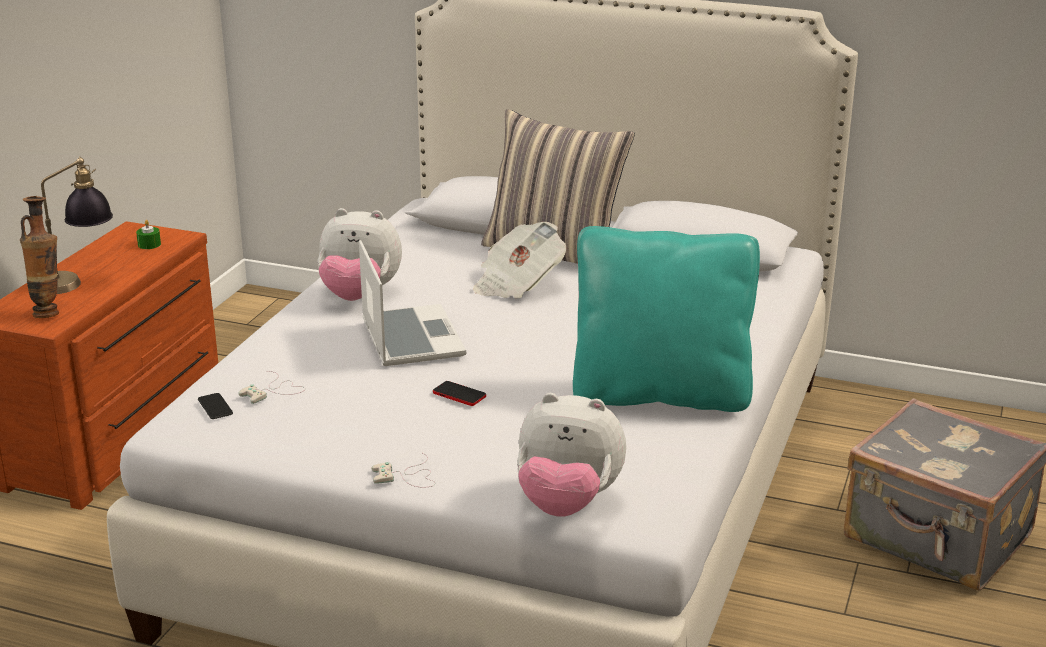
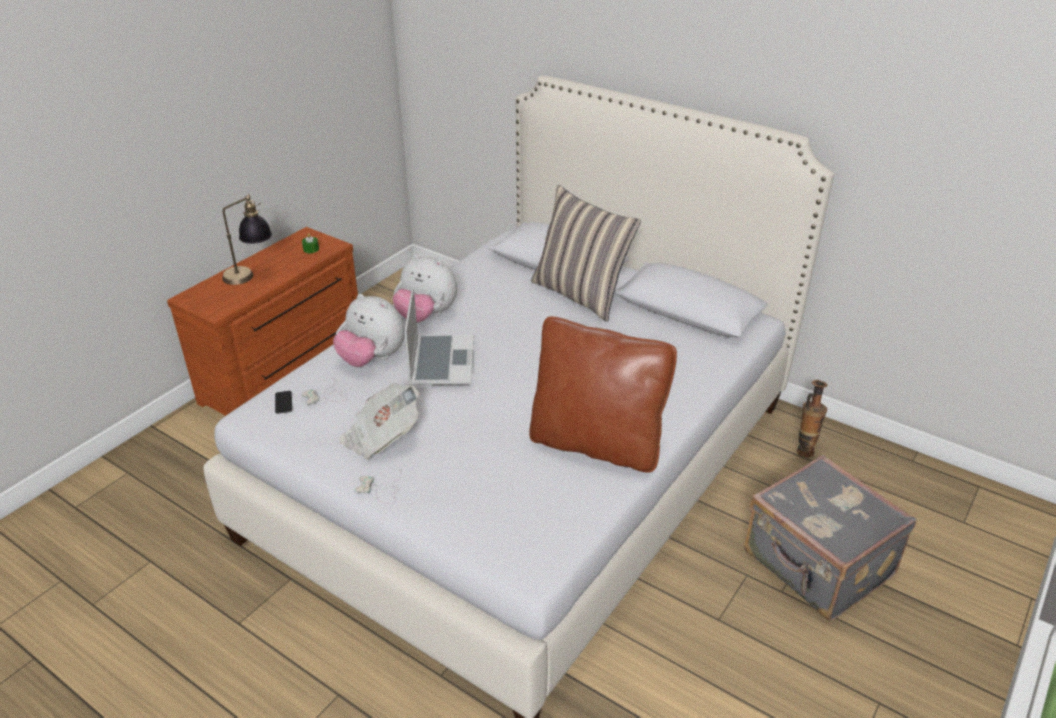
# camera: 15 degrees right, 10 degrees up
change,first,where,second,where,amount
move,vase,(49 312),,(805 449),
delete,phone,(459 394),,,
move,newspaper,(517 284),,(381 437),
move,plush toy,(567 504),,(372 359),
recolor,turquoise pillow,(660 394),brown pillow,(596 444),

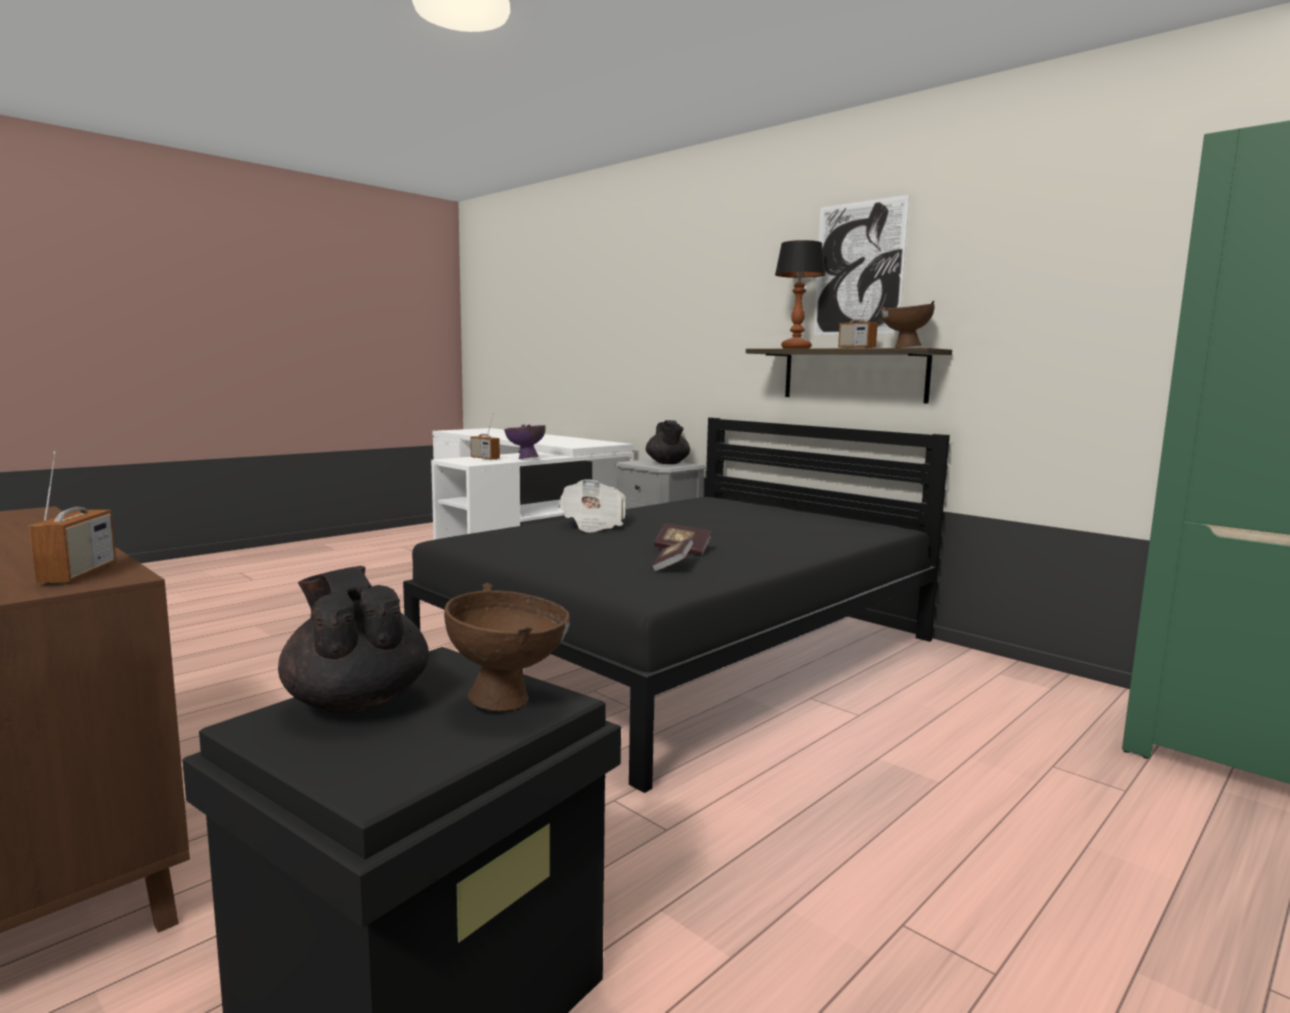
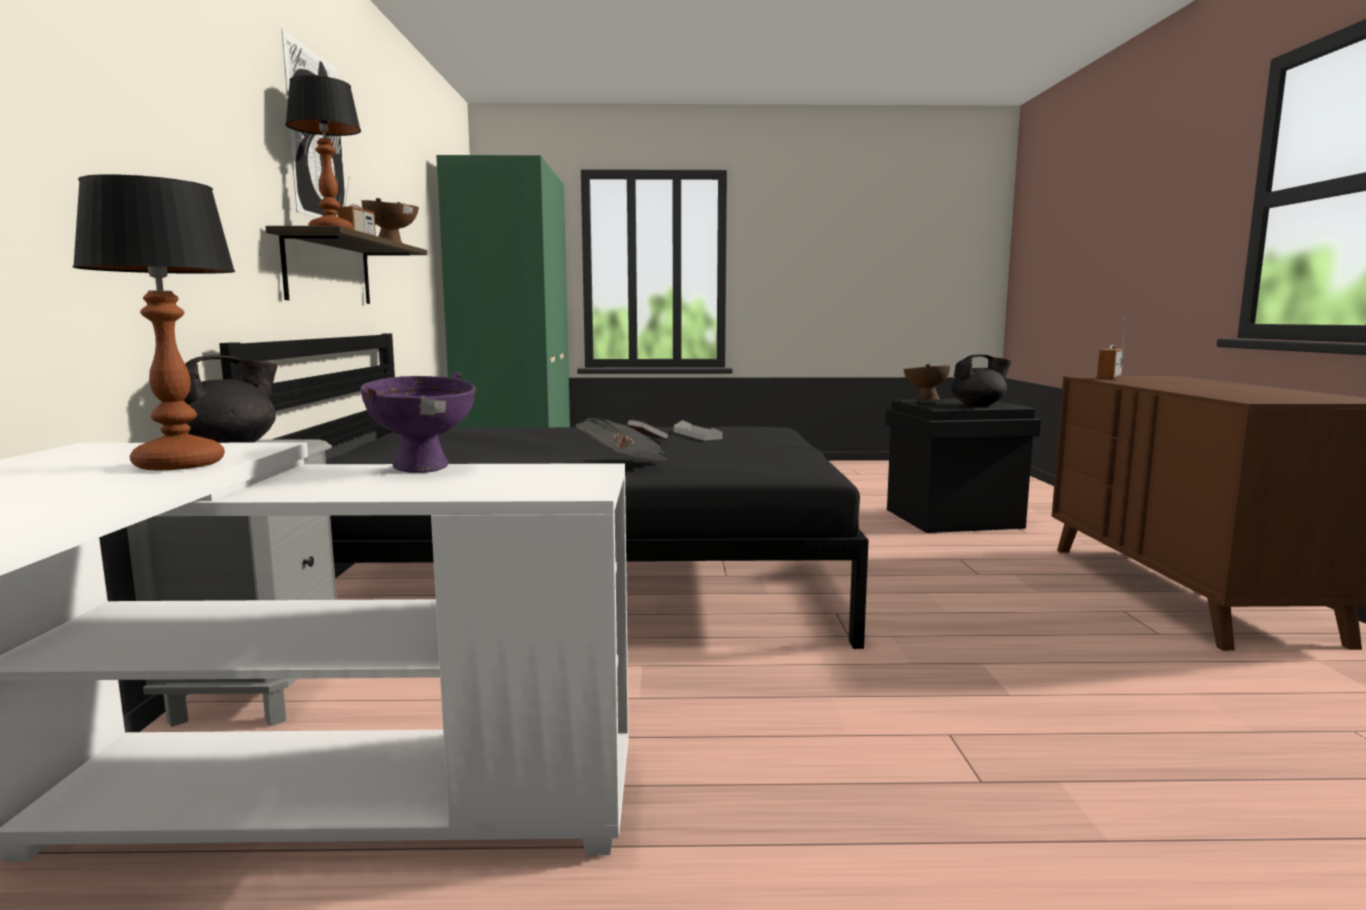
# camera: 135 degrees left, 0 degrees up
change,first,where,second,where,amount
rotate,black teapot,(356 701),,(978 405),105 degrees counterclockwise
delete,radio,(485 458),,,
replace,book,(672 566),grey tray,(697 435),
insert,,,table lamp,(180 464),

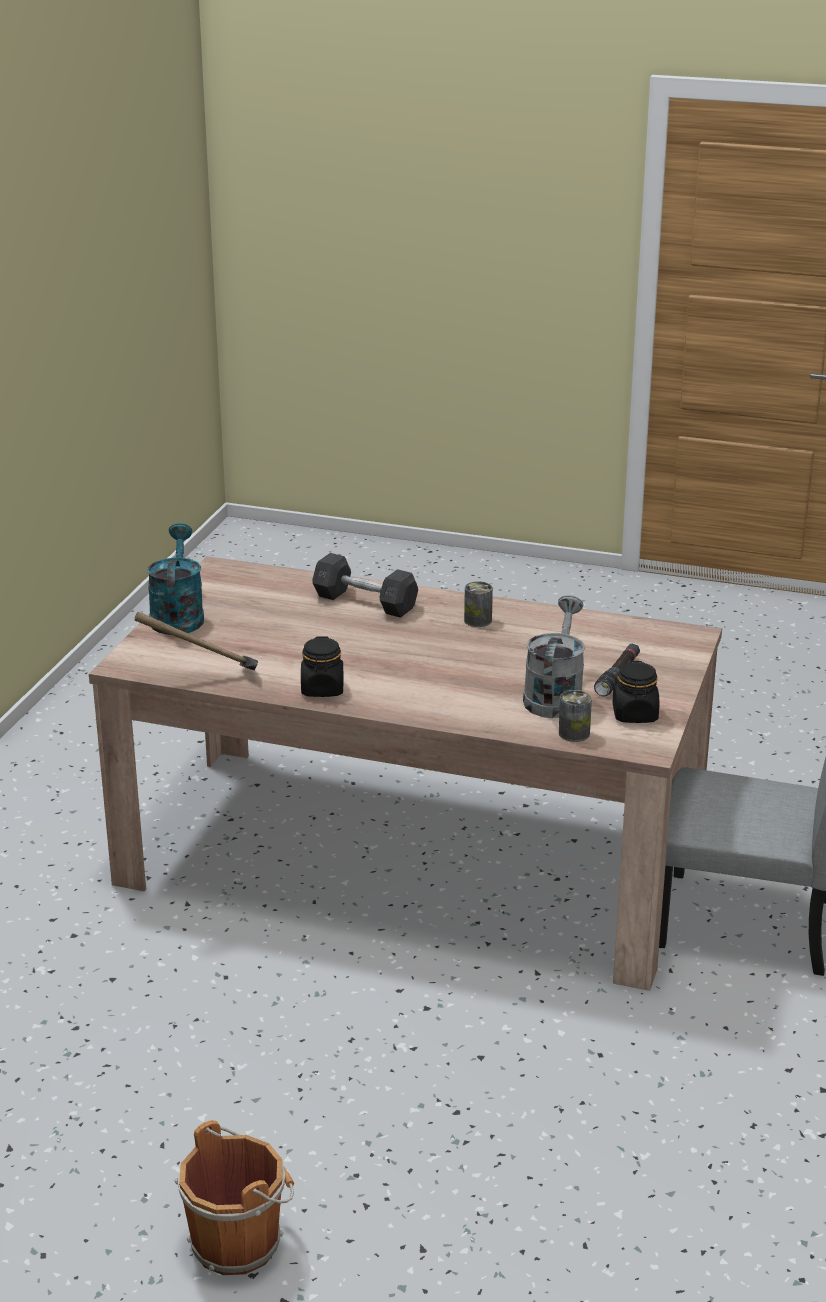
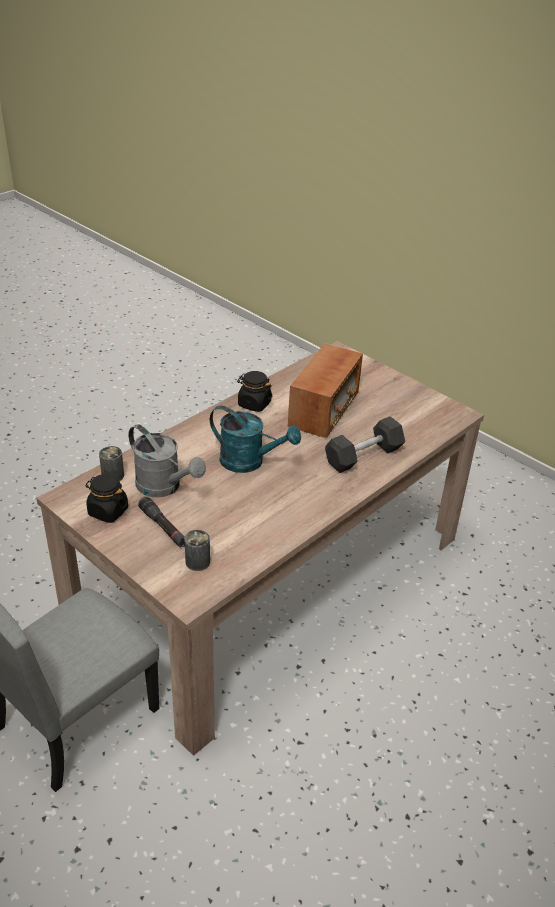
# camera: 115 degrees right, 10 degrees up
change,first,where,second,where,amount
delete,hammer,(205 678),,,
move,turquoise watering can,(177 616),,(249 462),
delete,brown bucket,(239 1240),,,
move,can,(478 620),,(197 562),
insert,,,radio,(324 410),

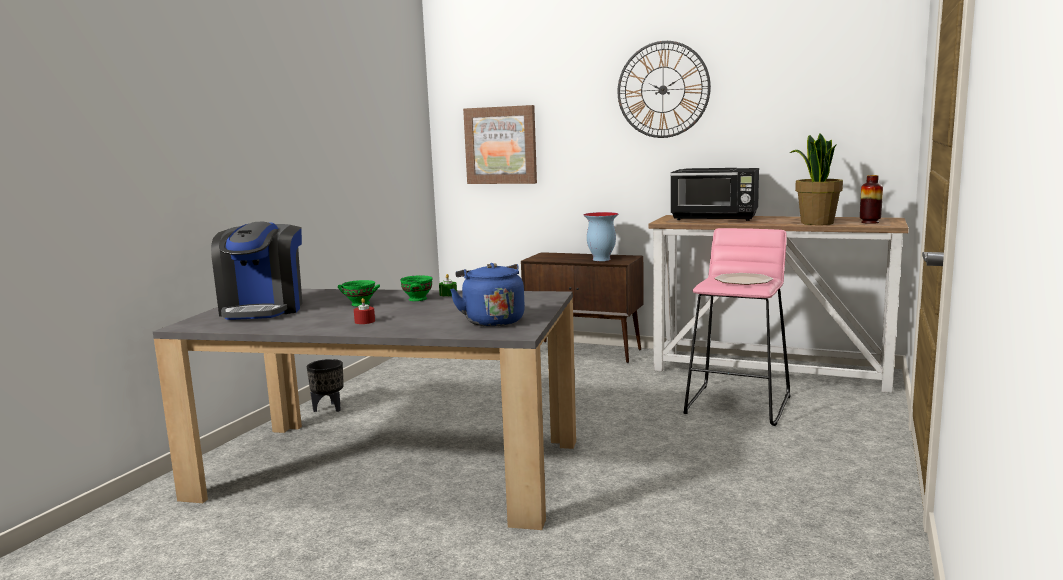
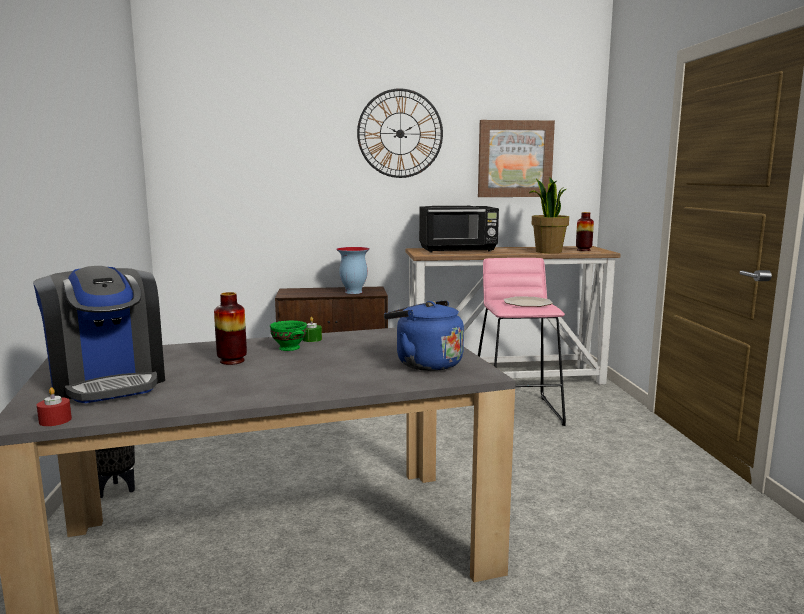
# camera: 30 degrees left, 0 degrees up
change,first,where,second,where,amount
replace,green bowl,(361 304),vase,(232 361),
move,red candle,(364 321),,(55 420),
move,picture,(501 145),,(515 159),

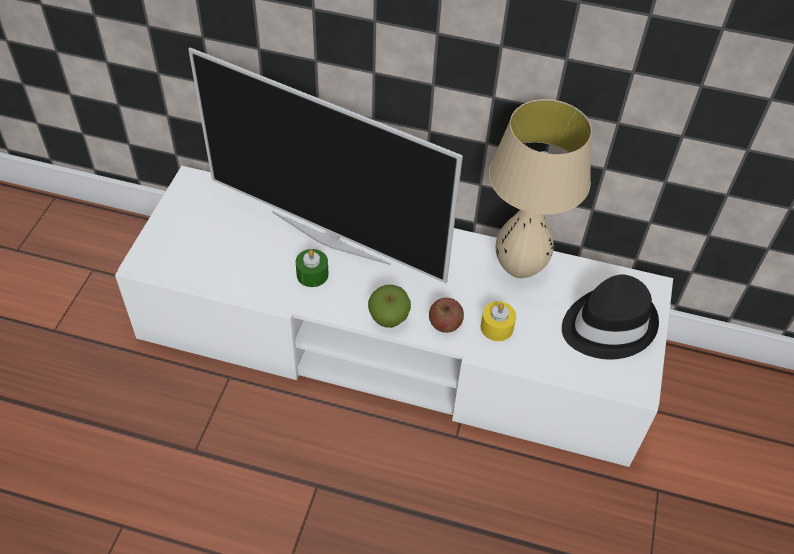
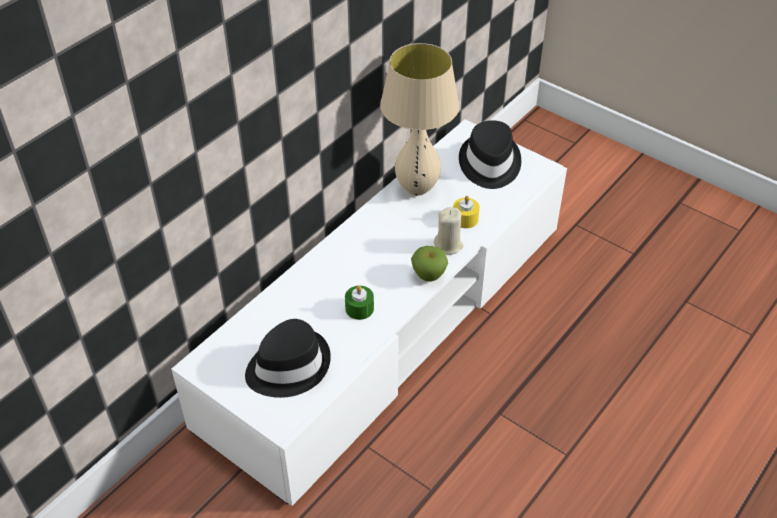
# camera: 65 degrees left, 5 degrees down
change,first,where,second,where,amount
delete,television,(331 236),,,
replace,apple,(445 324),beige candle,(448 245),
insert,,,black hat,(288 366),

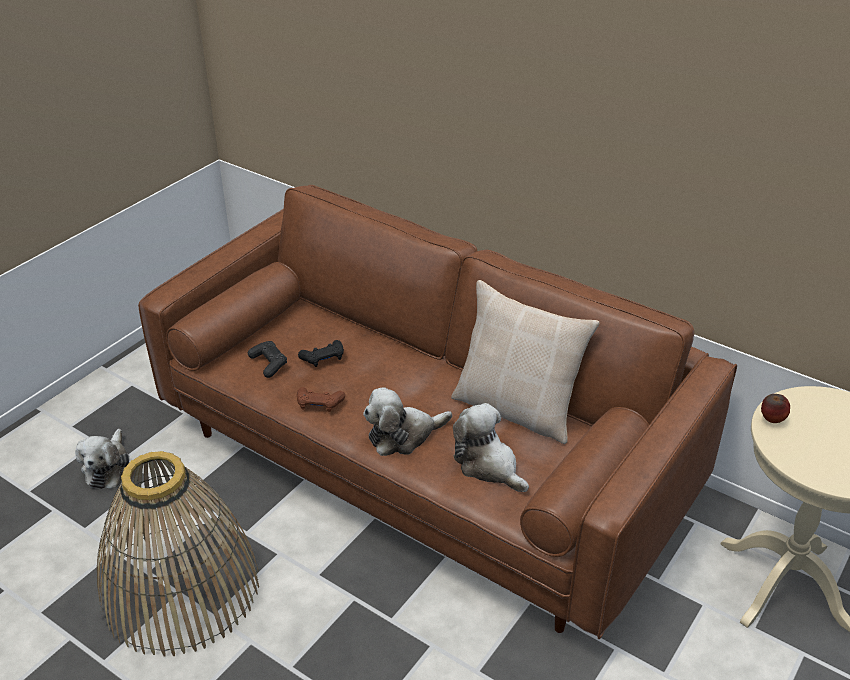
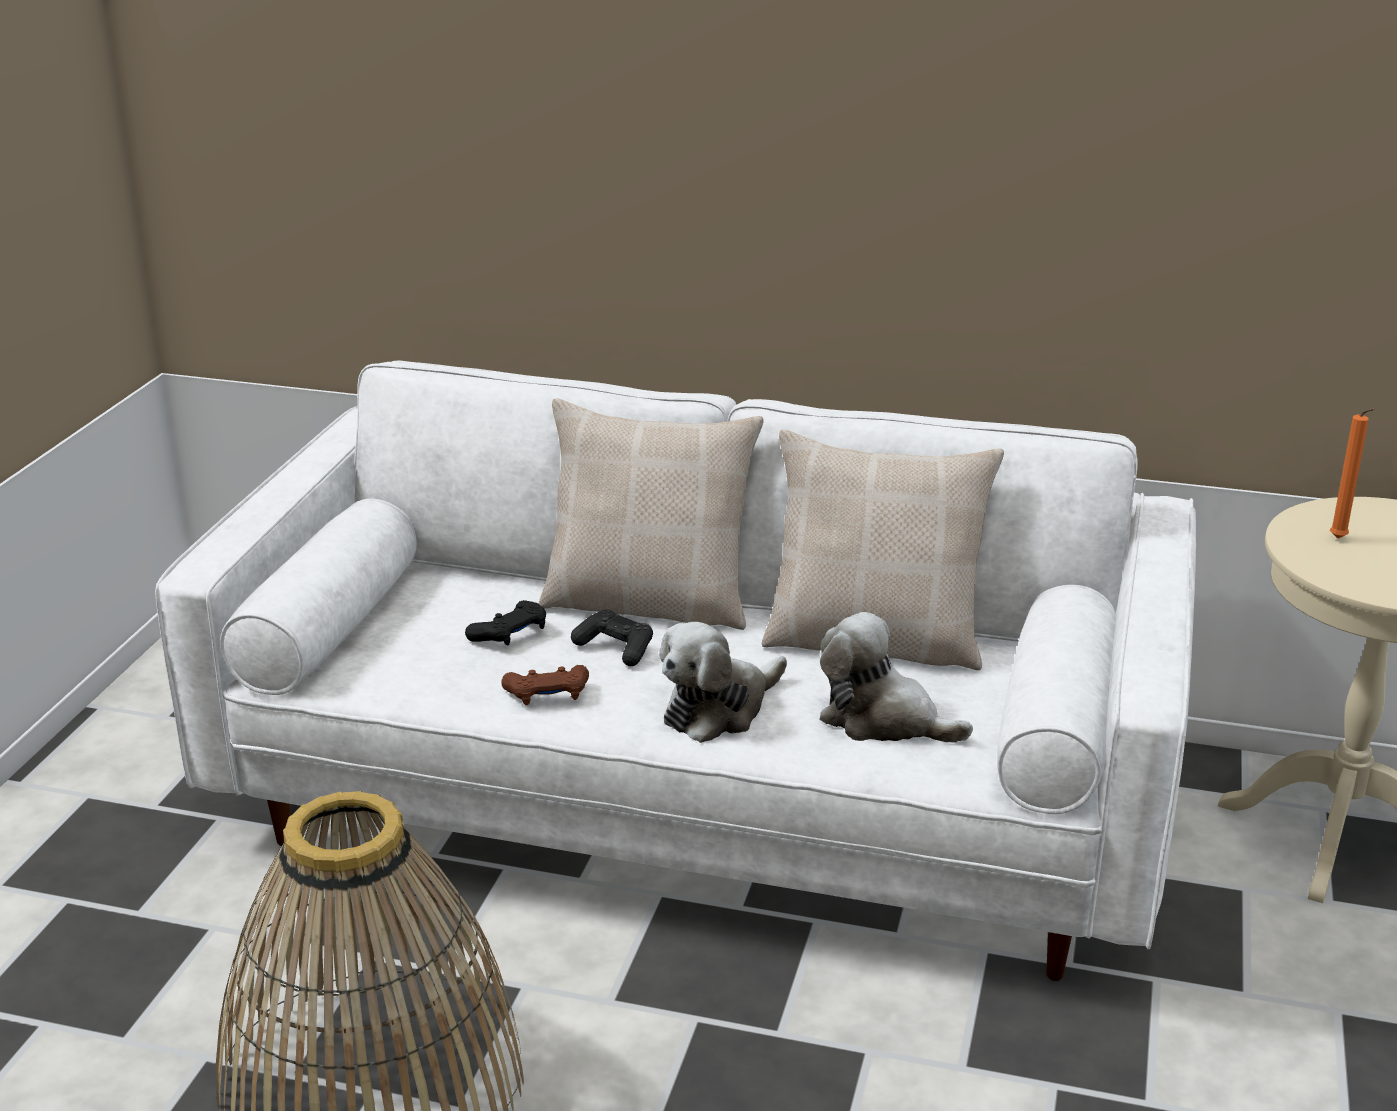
# camera: 20 degrees left, 10 degrees down
change,first,where,second,where,amount
delete,plush toy,(108 468),,,
recolor,brown sofa,(424 462),white sofa,(698 799),
move,black game controller,(269 363),,(615 648),
delete,apple,(771 420),,,
insert,,,beige pillow,(649 603),
insert,,,orange candle,(1339 539),

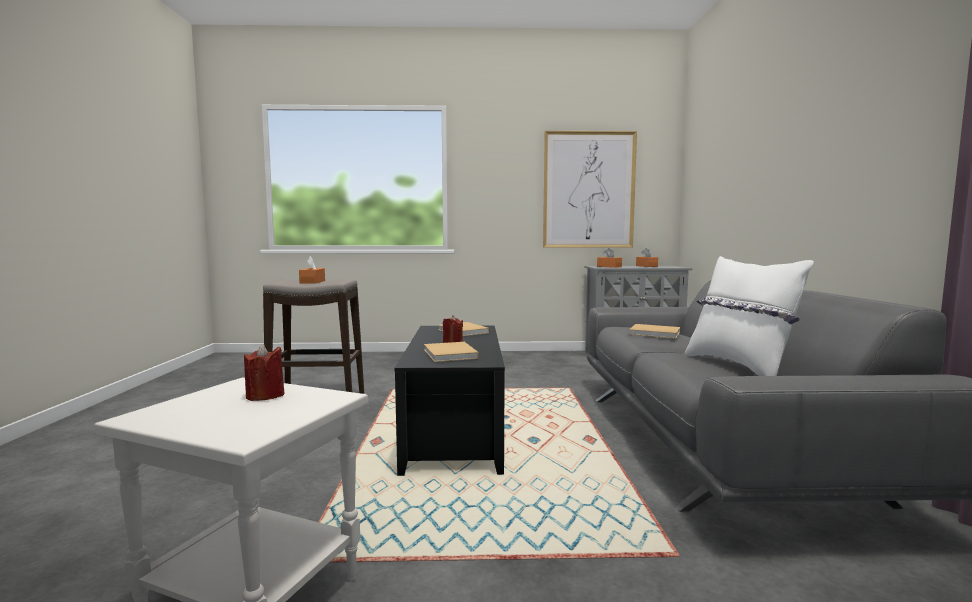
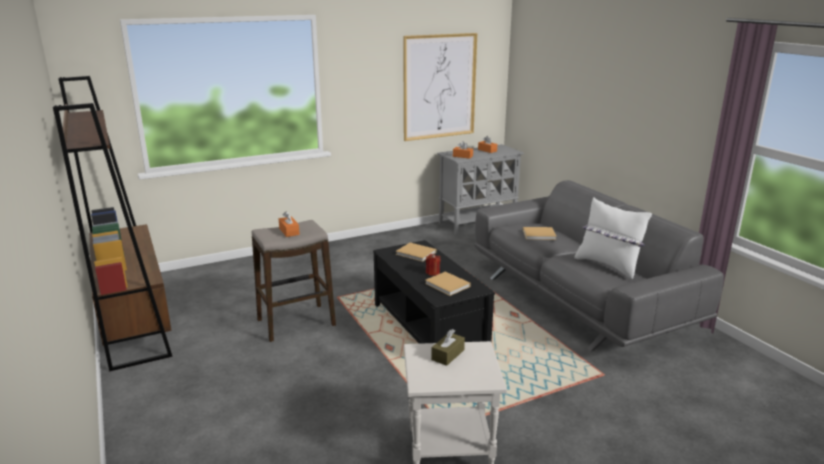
# camera: 25 degrees left, 15 degrees up
change,first,where,second,where,amount
replace,red candle,(265 396),brown tissue box,(448 355),
insert,,,brown bookcase,(134 321),

